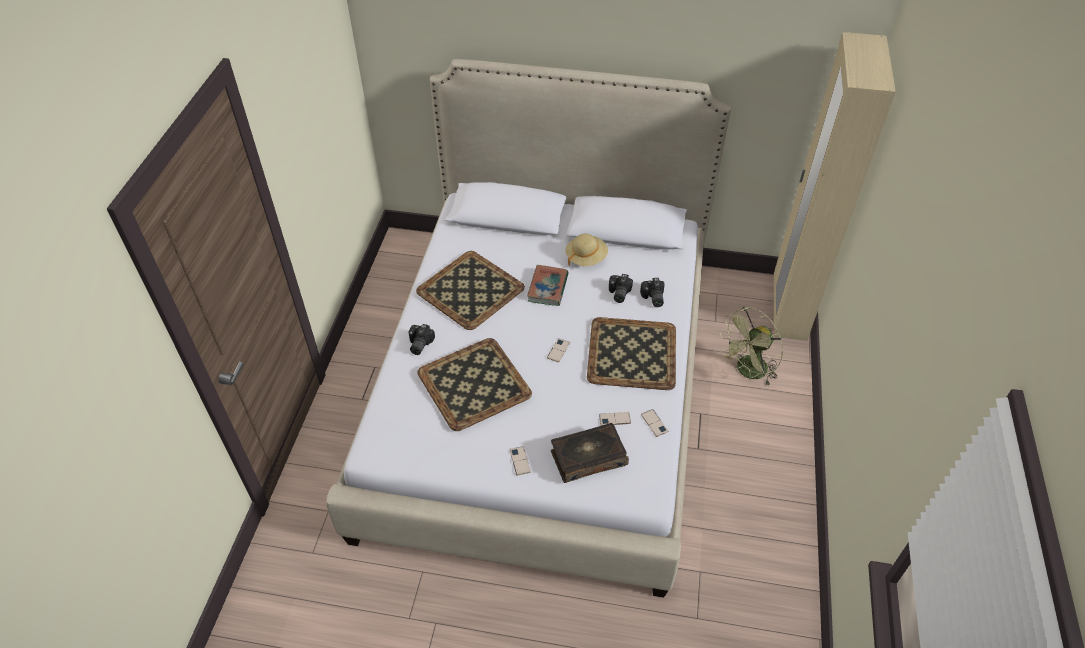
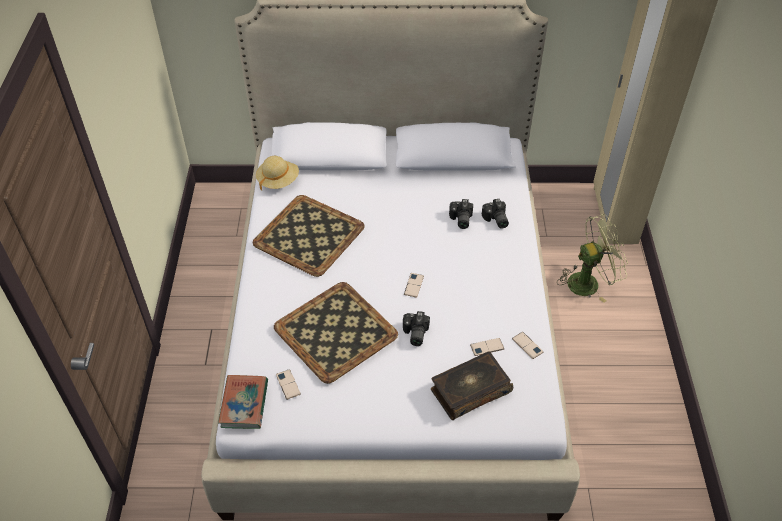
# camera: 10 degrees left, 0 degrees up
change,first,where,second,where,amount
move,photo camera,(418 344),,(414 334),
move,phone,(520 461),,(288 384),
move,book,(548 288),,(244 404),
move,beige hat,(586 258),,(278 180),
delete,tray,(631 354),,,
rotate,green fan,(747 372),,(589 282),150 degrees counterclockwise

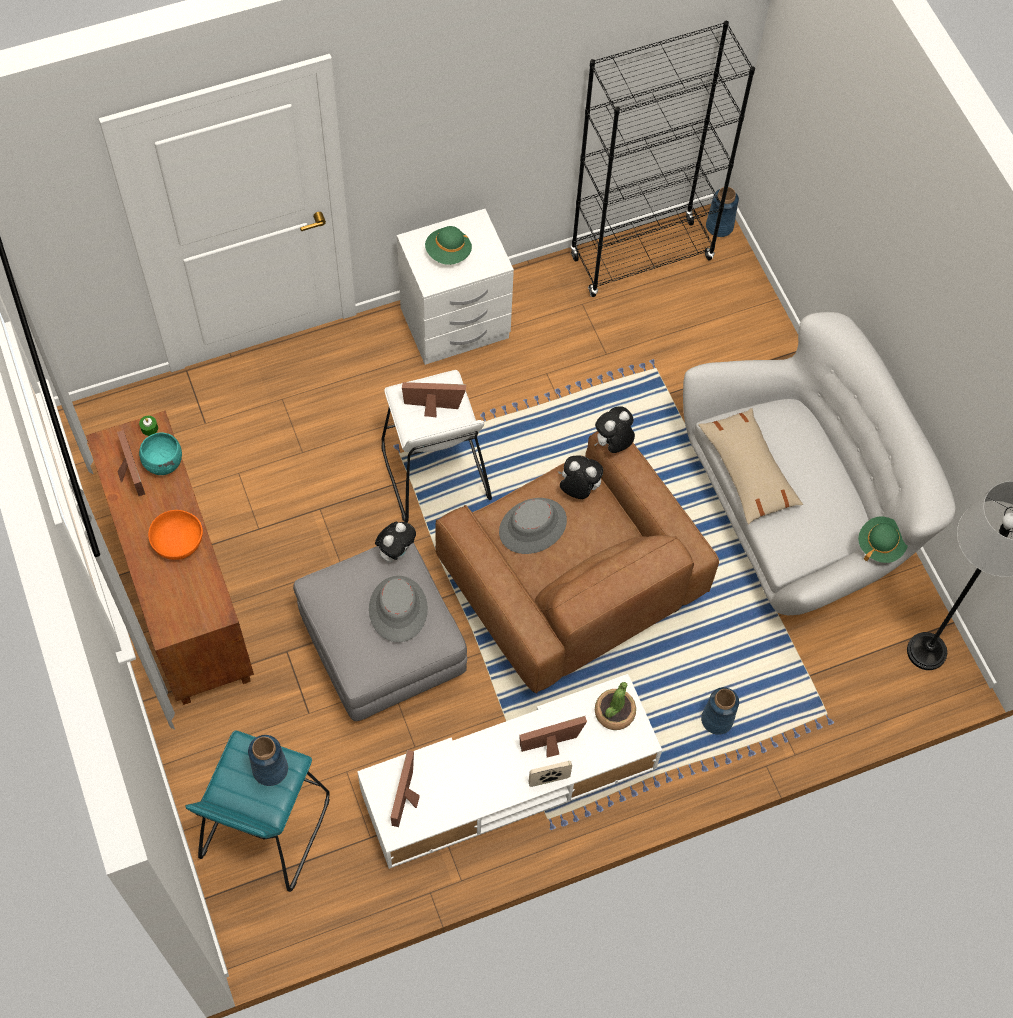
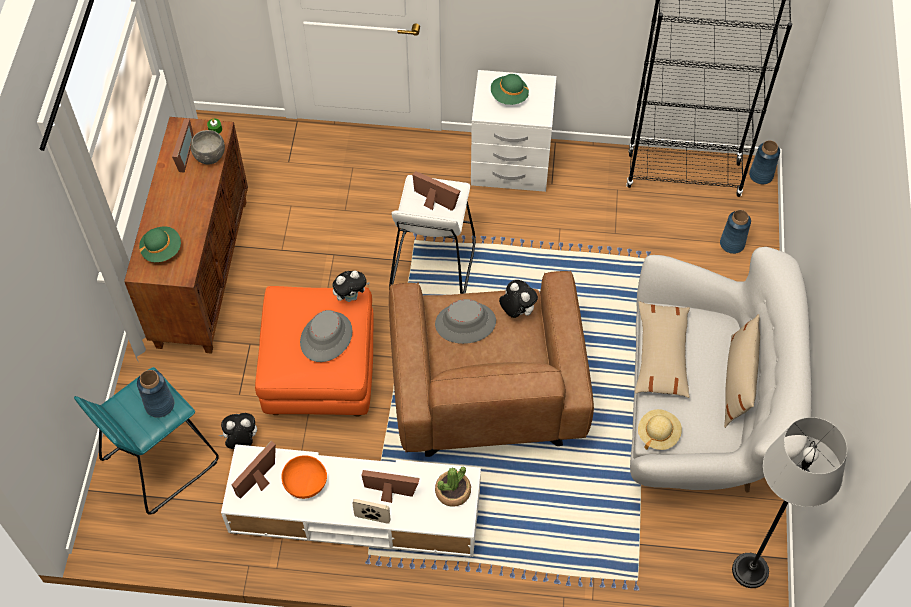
# camera: 30 degrees right, 5 degrees down
change,first,where,second,where,amount
recolor,turquoise bowl,(163 463),grey bowl,(209 157),
move,orange bowl,(178 541),,(305 482),
recolor,grey ottoman,(382 648),orange ottoman,(319 372),
move,plush toy,(612 444),,(241 441),
move,blue vase,(717 720),,(732 244),
move,green hat,(880 544),,(162 250),
insert,,,beige hat,(658 434),
insert,,,beige pillow,(737 382),

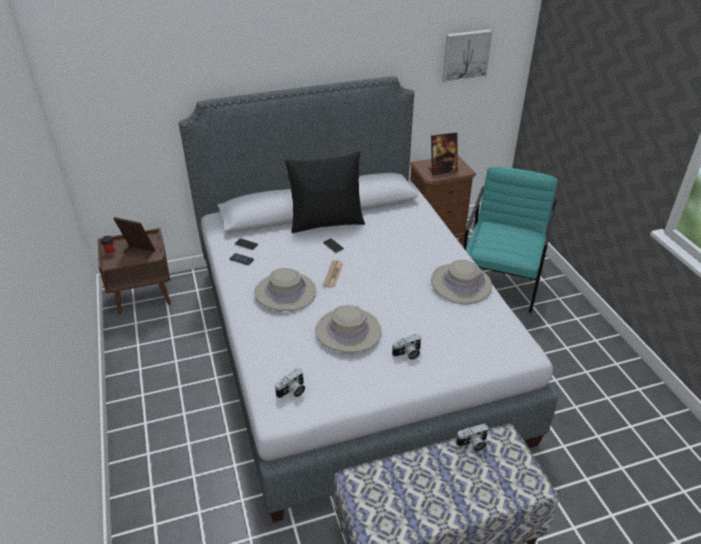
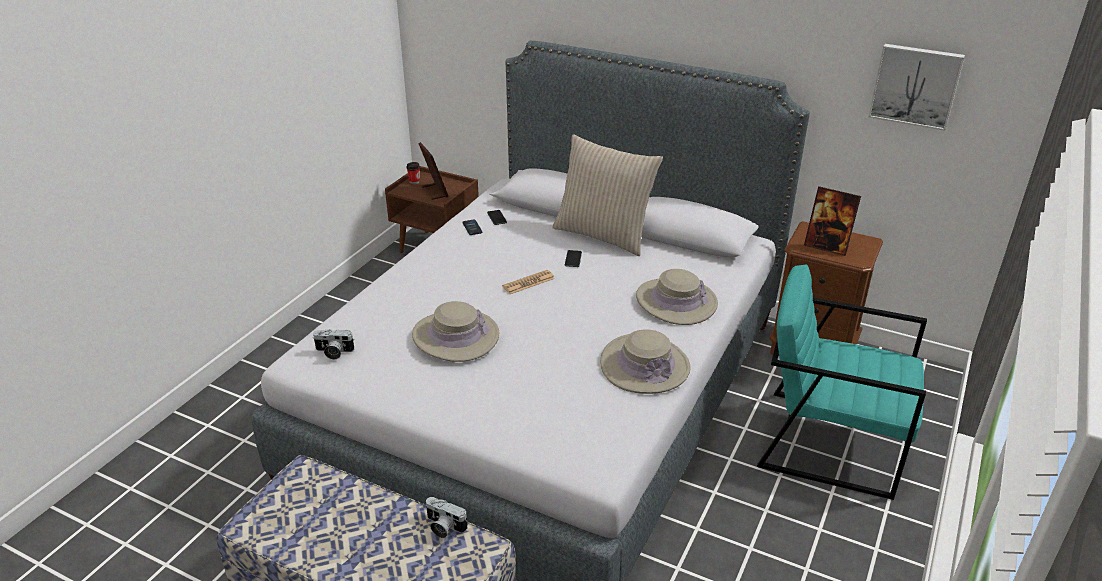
# camera: 45 degrees right, 5 degrees down
change,first,where,second,where,amount
move,beige hat,(285 293),,(676 301),
recolor,black pillow,(326 222),beige pillow,(603 235),
delete,photo camera,(407 354),,,
rotate,turquoise armchair,(500 280),,(829 442),135 degrees counterclockwise

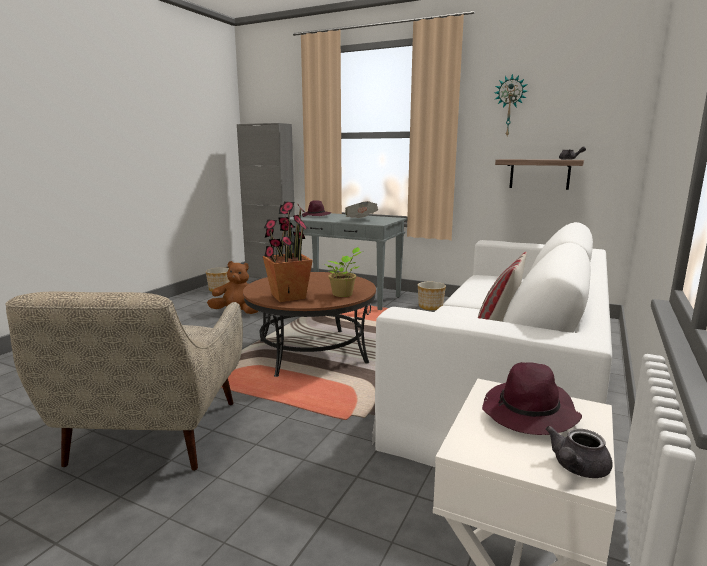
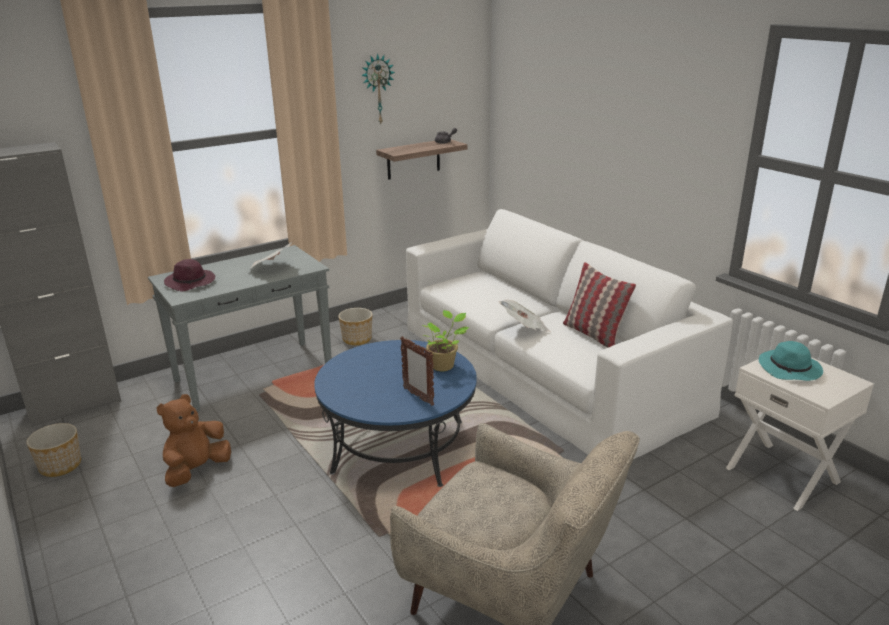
# camera: 60 degrees left, 10 degrees up
change,first,where,second,where,amount
recolor,brown coffee table,(311 352),blue coffee table,(399 447),
replace,potted plant,(288 296),picture frame,(418 397),
recolor,purple hat,(529 413),turquoise hat,(790 369),
delete,grey teapot,(576 468),,,
insert,,,newspaper,(524 328),

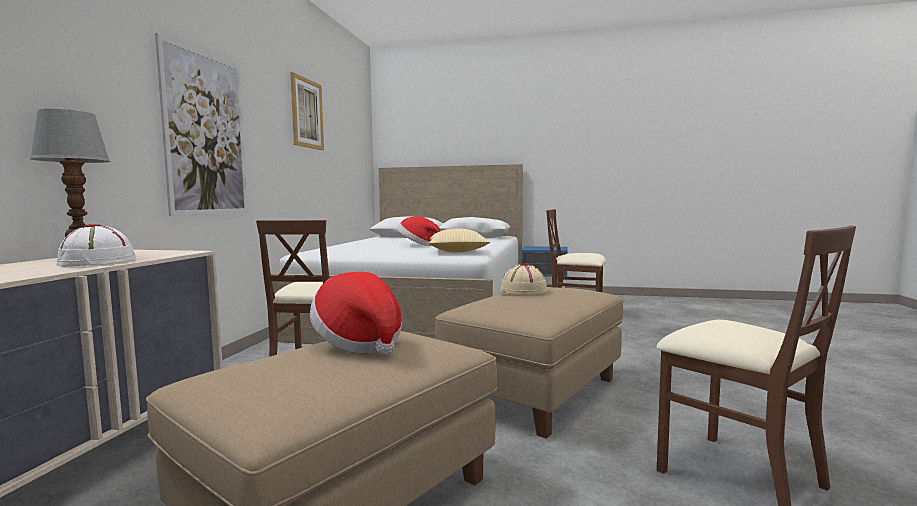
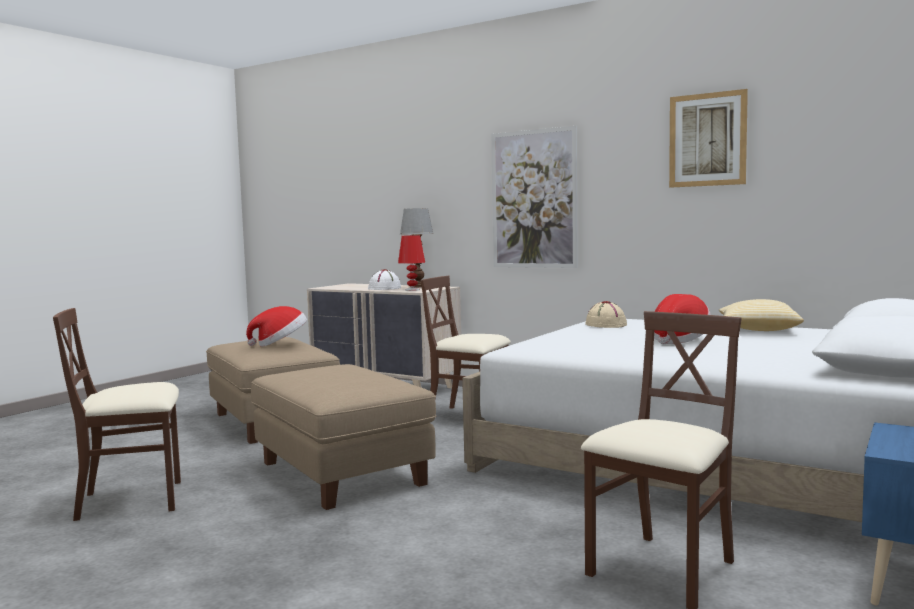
# camera: 110 degrees right, 0 degrees up
change,first,where,second,where,amount
move,pillow,(458 252),,(758 330),
move,beige hat,(523 291),,(605 325),
insert,,,red table lamp,(412 290),

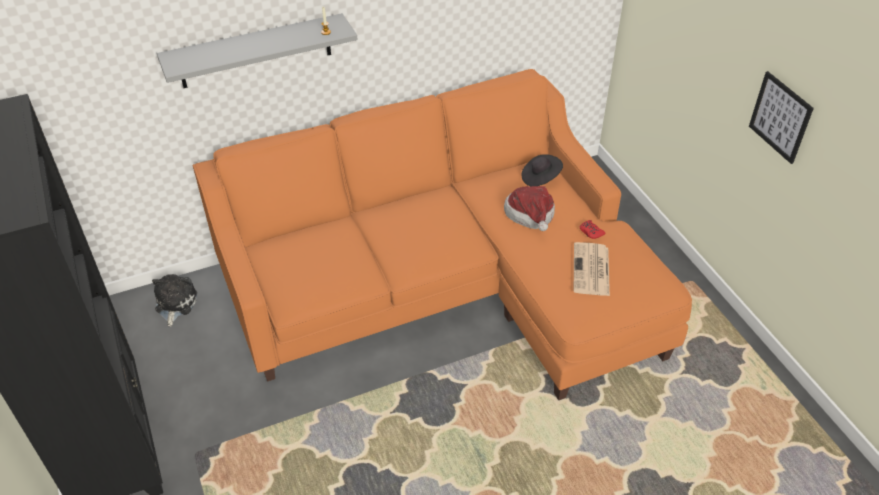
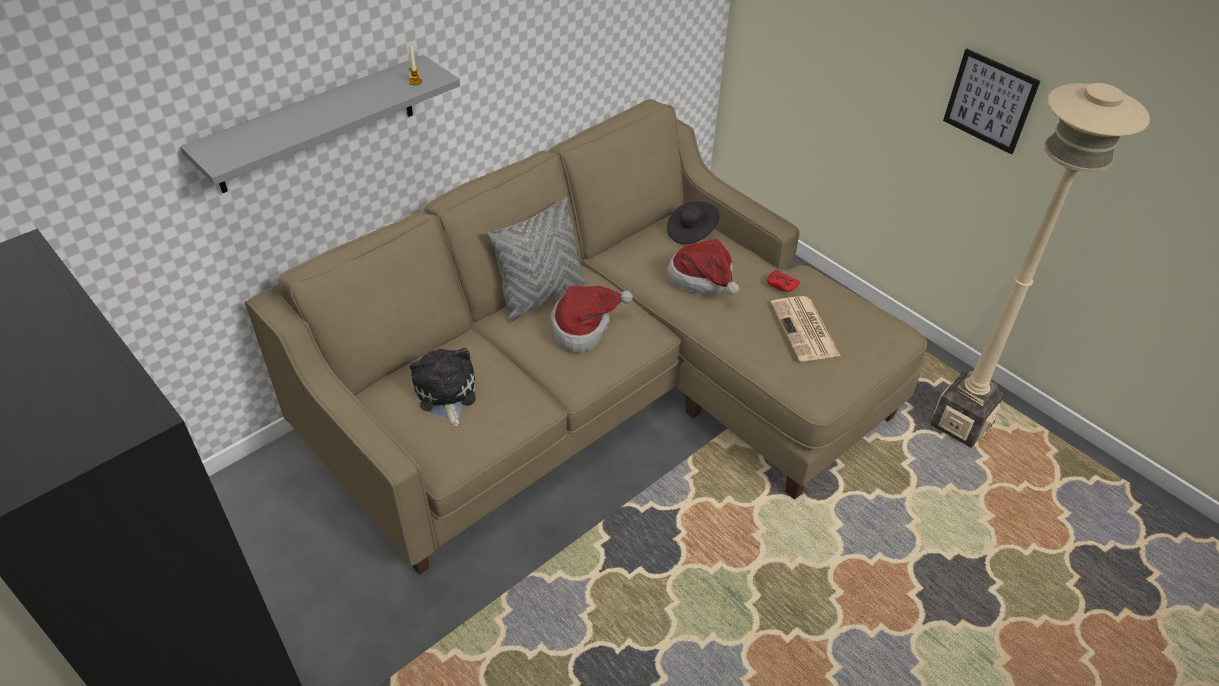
# camera: 20 degrees left, 0 degrees up
change,first,where,second,where,amount
move,plush toy,(175 304),,(445 394),
recolor,orange sofa,(448 286),beige sofa,(602 391),
insert,,,grey pillow,(541 295),
insert,,,hat,(584 328),
insert,,,beige floor lamp,(960 424),

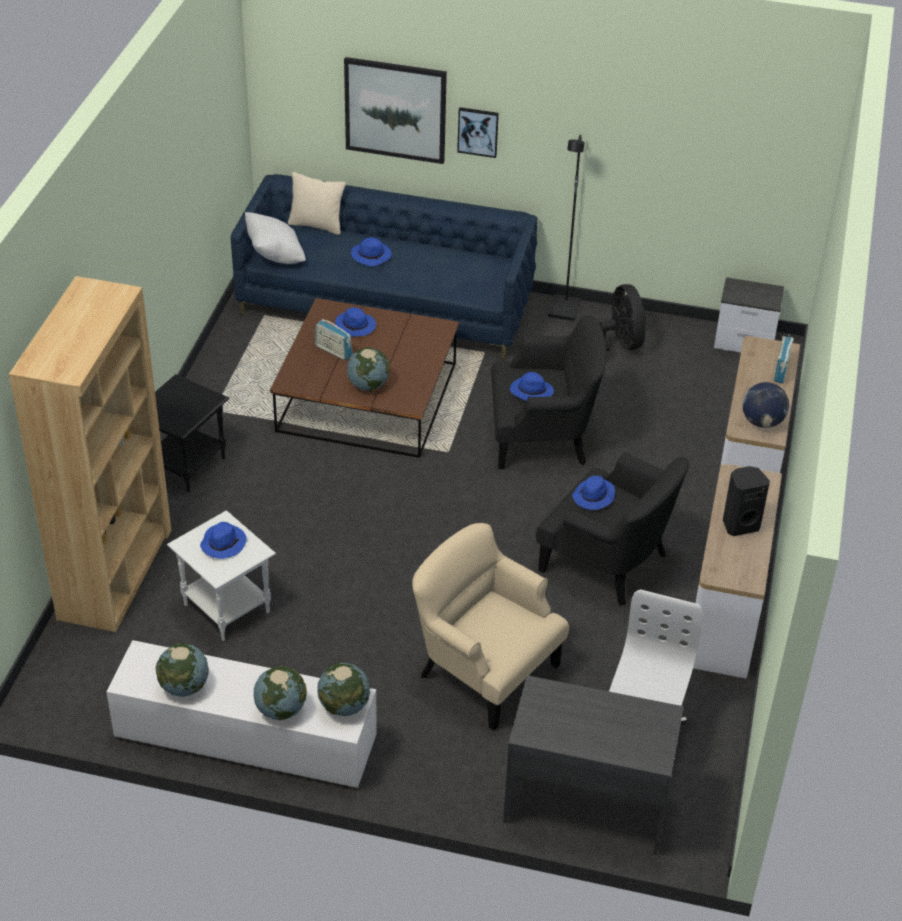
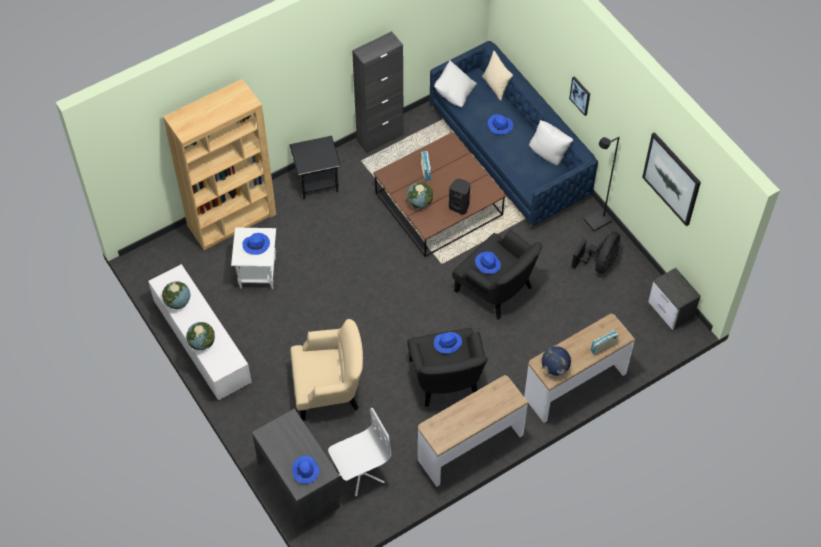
# camera: 45 degrees right, 15 degrees up
change,first,where,second,where,amount
delete,globe,(344 706),,,
move,blue hat,(356 326),,(306 471),
move,picture,(395 110),,(672 178),
rotate,beige armchair,(484 670),,(329 389),90 degrees clockwise
move,black speaker,(740 524),,(459 206),
insert,,,black cabinet,(380 137),
insert,,,white pillow,(549 154),

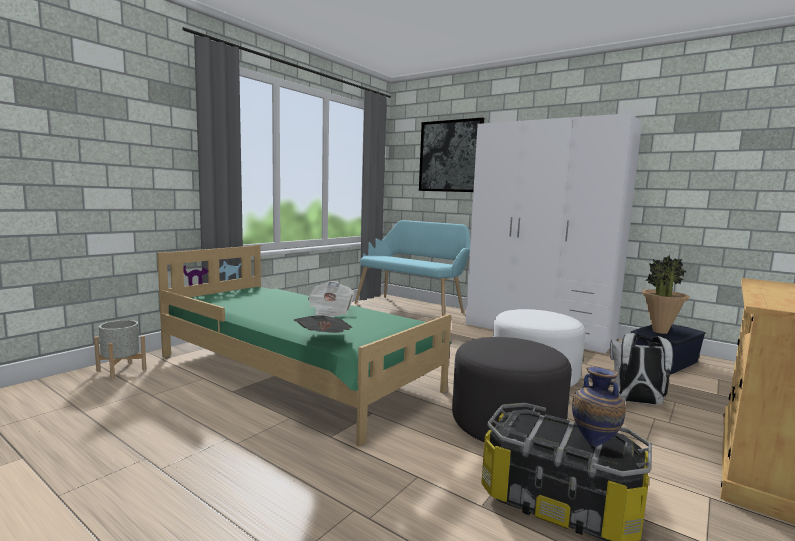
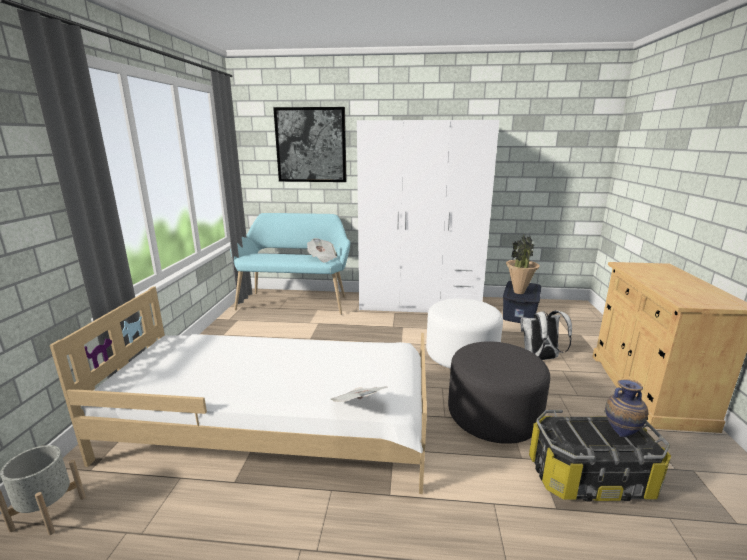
# camera: 30 degrees left, 10 degrees up
change,first,where,second,where,amount
recolor,green bed,(297 372),white bed,(275 426),
move,newspaper,(330 312),,(322 258),

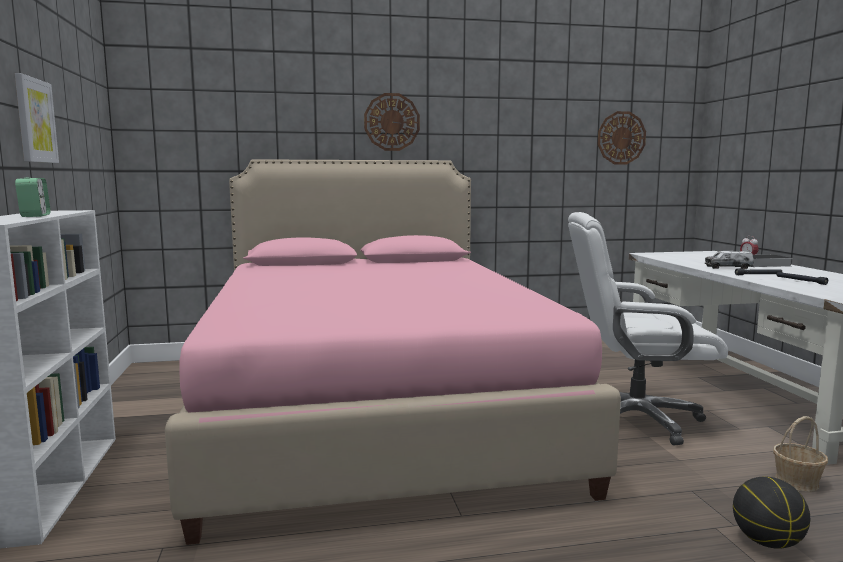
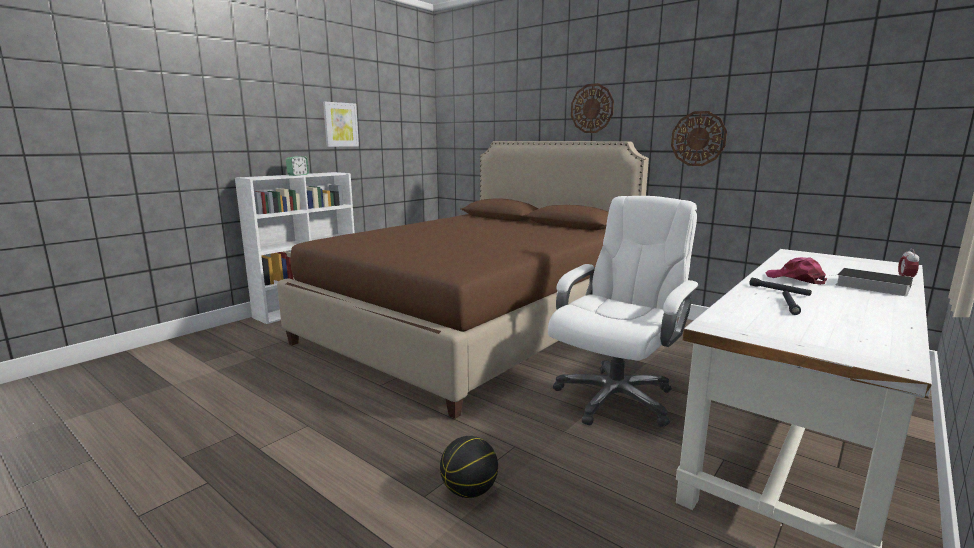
# camera: 50 degrees right, 5 degrees up
change,first,where,second,where,amount
recolor,pink bed,(374 410),brown bed,(476 325),
rotate,white office chair,(634 419),,(615 398),75 degrees clockwise
move,wall clock,(621 138),,(698 138),
replace,toy truck,(728 267),pink cap,(796 279),
delete,basket,(797 482),,,

